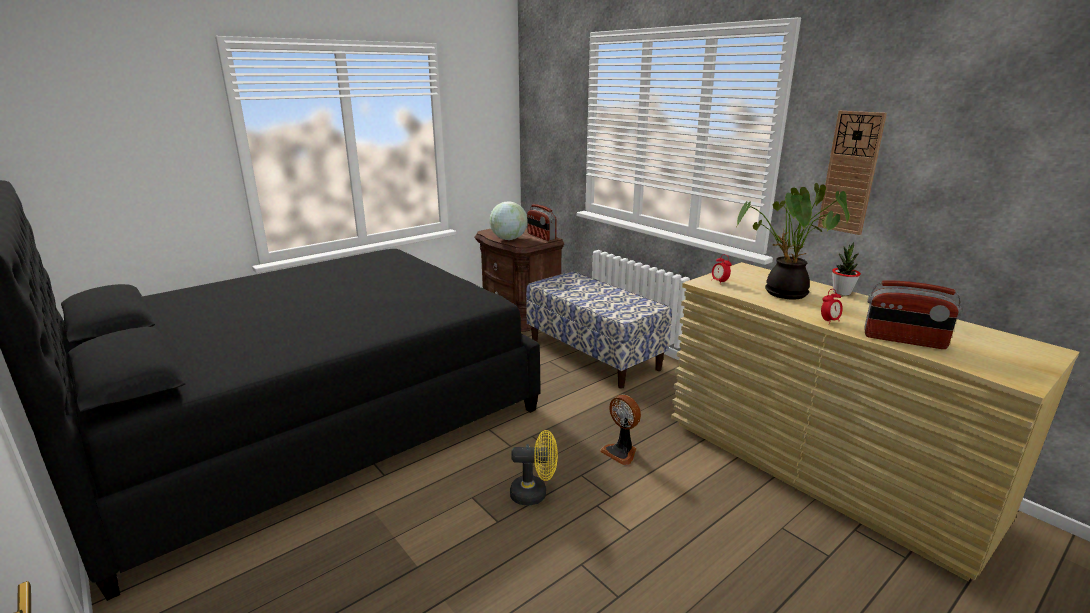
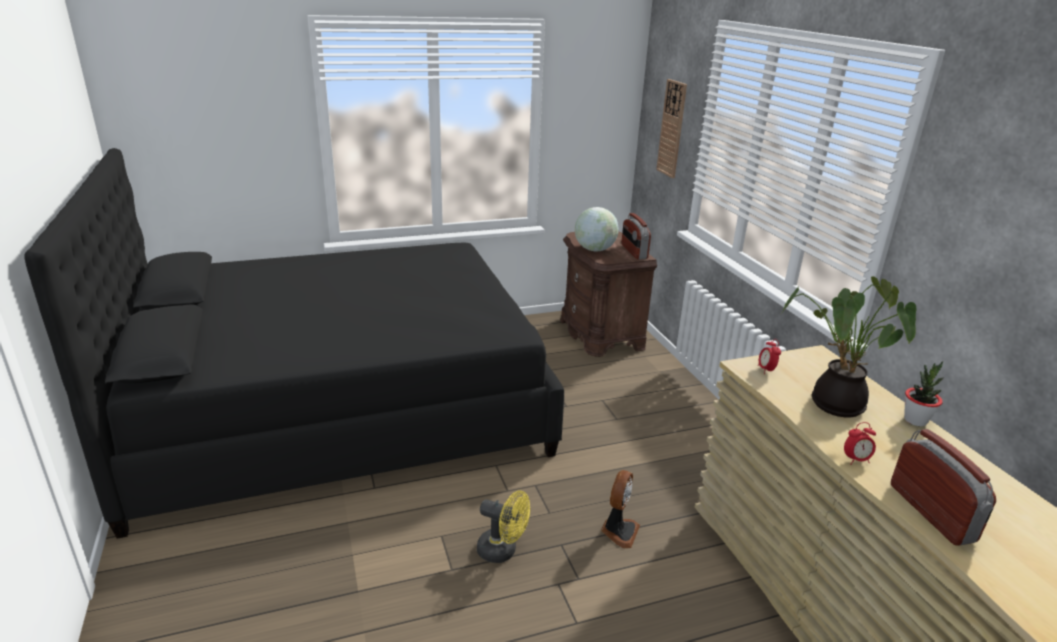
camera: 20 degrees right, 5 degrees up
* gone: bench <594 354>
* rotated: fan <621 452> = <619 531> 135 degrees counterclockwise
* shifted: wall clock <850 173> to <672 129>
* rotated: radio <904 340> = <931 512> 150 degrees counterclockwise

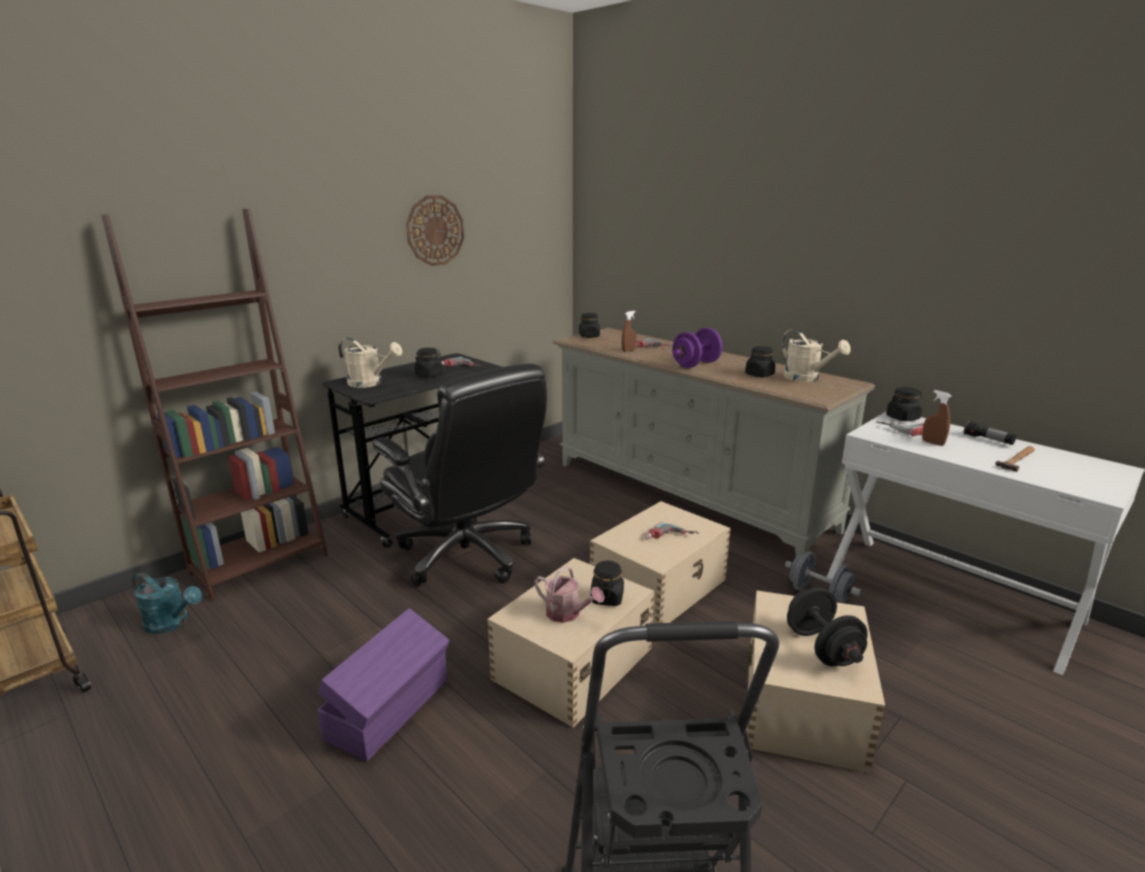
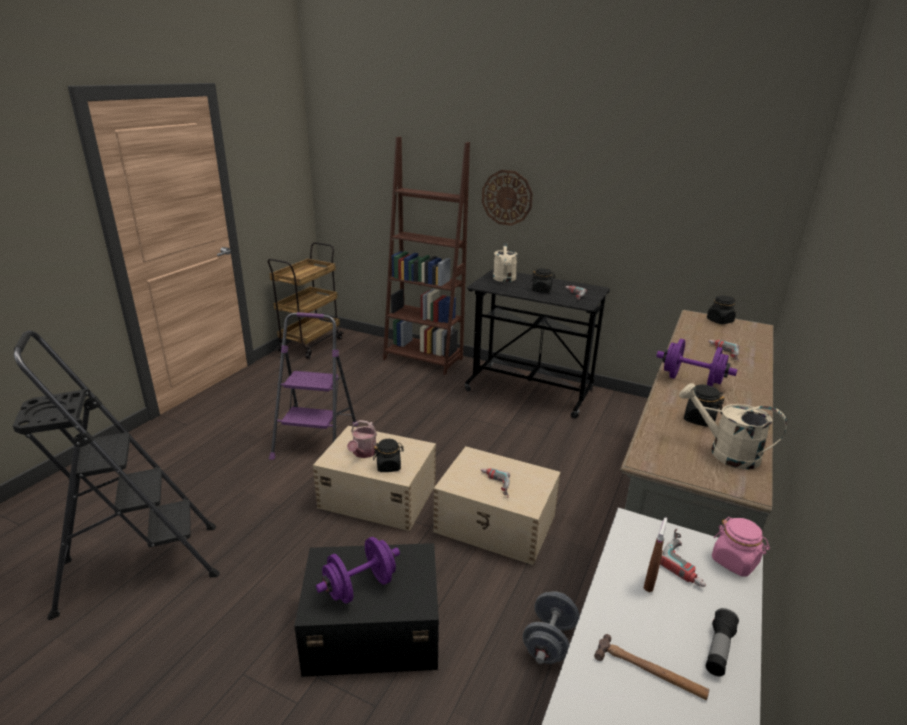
camera: 70 degrees right, 5 degrees up
* gone: turquoise watering can <172 624>
* swapped: purple storage box <391 708> to purple step ladder <317 438>
* gone: black office chair <468 559>
* shifted: wall clock <435 230> to <507 197>
* gone: brown spray bottle <628 350>
* repainted: beige storage box <802 704> to black storage box <371 629>
* rotated: beige watering can <807 378> = <725 452> 90 degrees clockwise
* repainted: black dumbbell <822 648> to purple dumbbell <360 586>
* repainted: black jar <902 418> to pink jar <735 561>

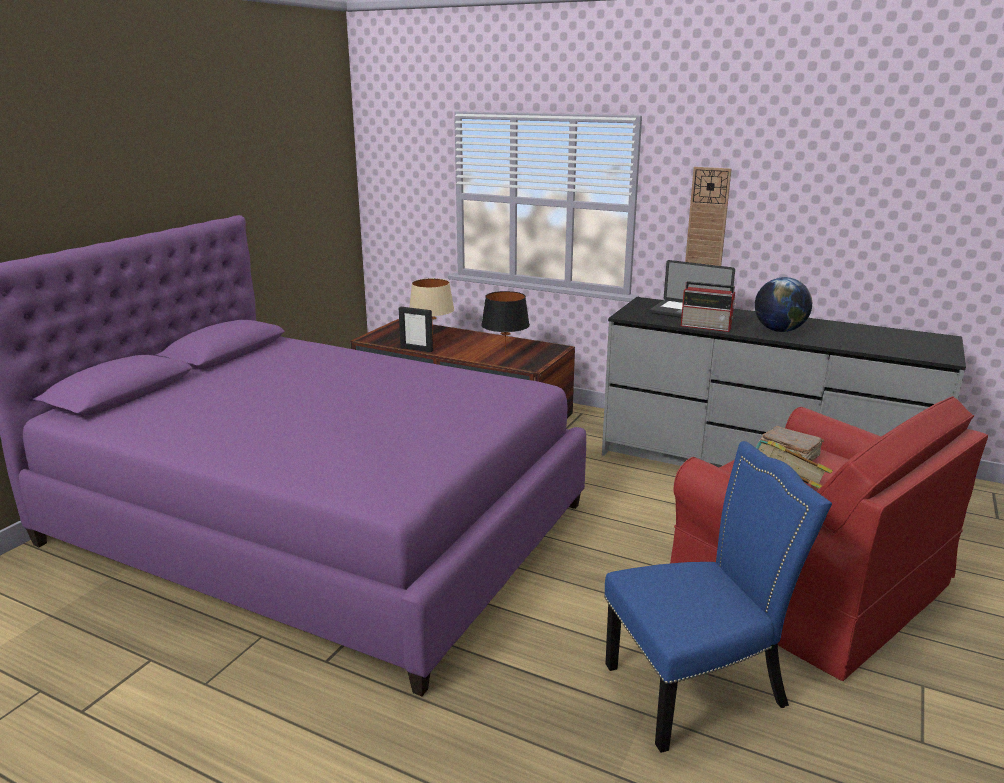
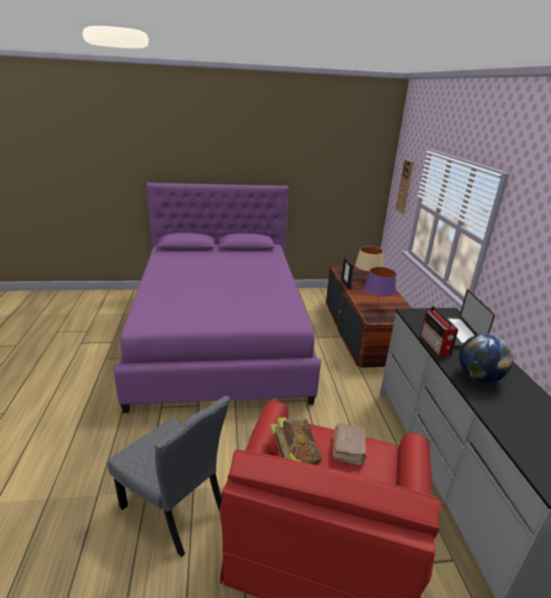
camera: 55 degrees right, 5 degrees up
* repainted: black table lamp <505 355> to purple table lamp <376 307>
* repainted: blue chair <693 690> to grey chair <174 506>
* shifted: wall clock <707 217> to <404 186>

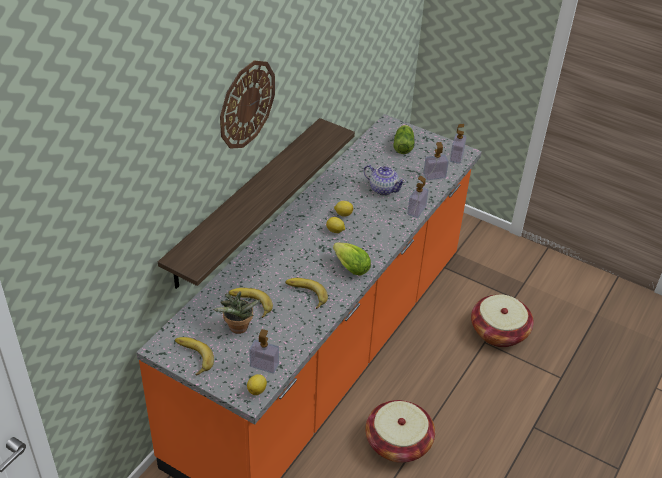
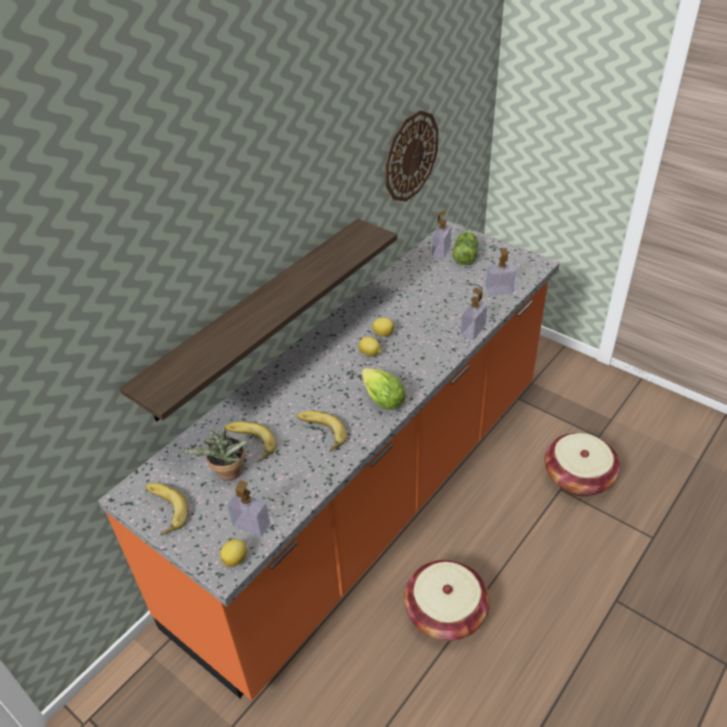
camera: 10 degrees right, 0 degrees up
* shifted: wall clock <246 104> to <410 156>
* gone: teapot <383 189>
* shifted: soap dispenser <456 157> to <441 251>

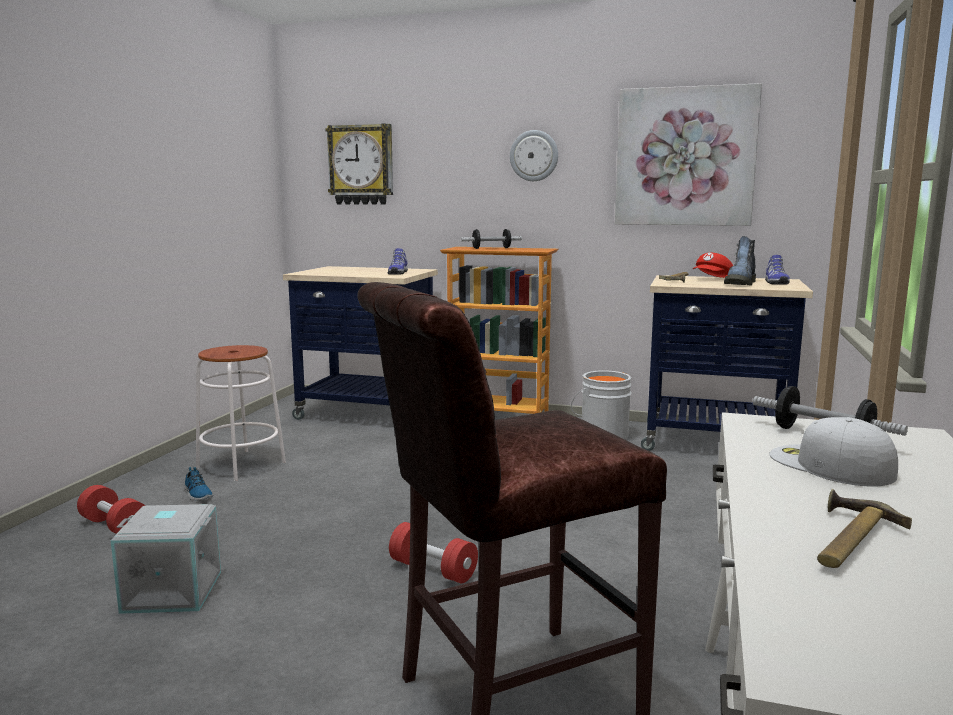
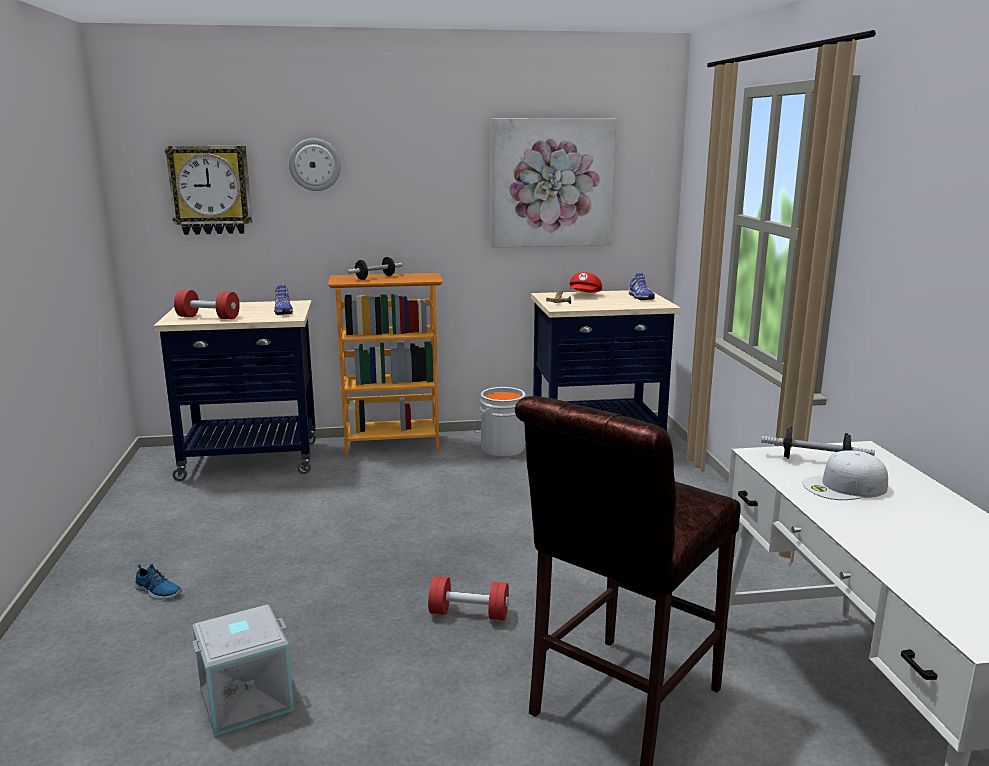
camera: 25 degrees left, 5 degrees up
* shifted: red dumbbell <114 526> to <208 317>
* gone: white stool <241 465>
* shifted: wall clock <534 156> to <315 164>
* gone: boot <740 284>
* rotated: white cap <829 464> = <845 487> 45 degrees counterclockwise
* gone: hammer <845 540>

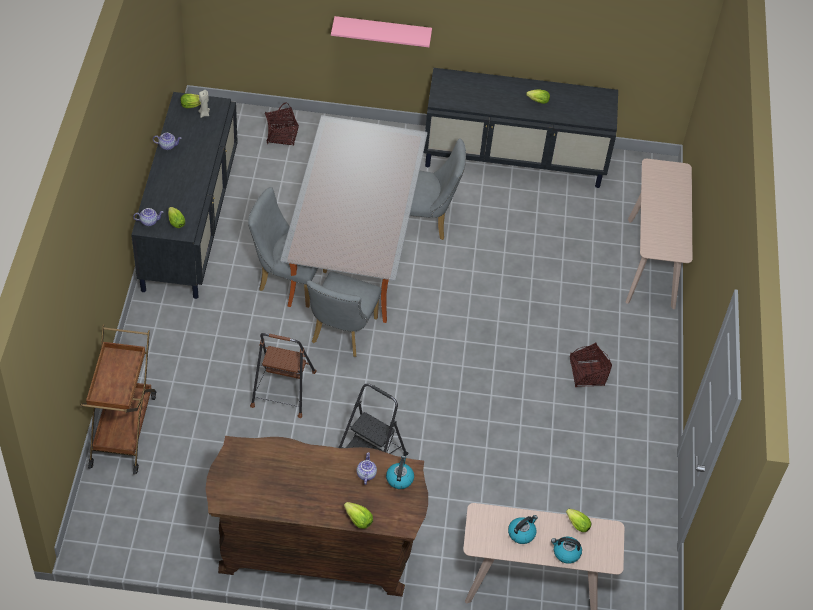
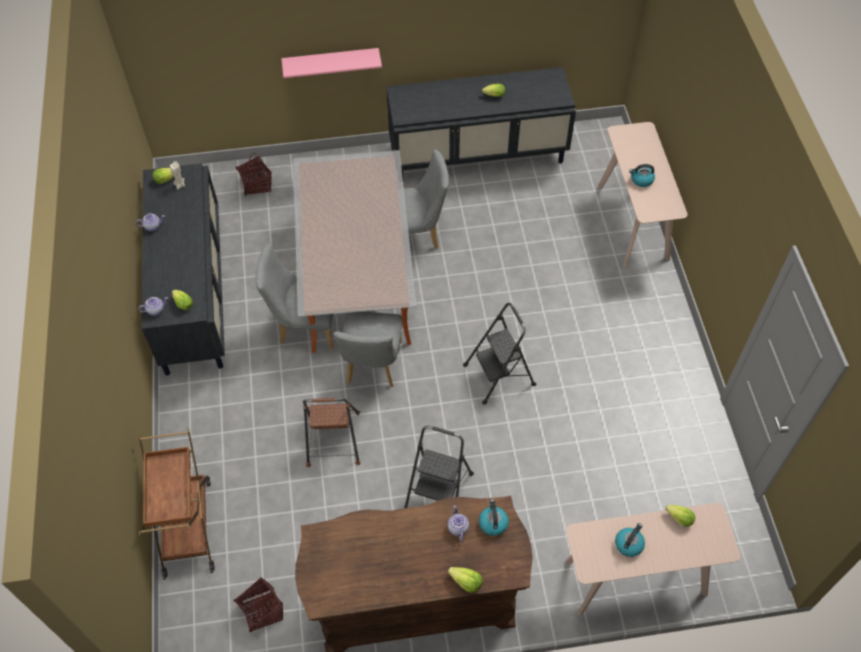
camera: 10 degrees left, 5 degrees up
* shifted: kettle <566 553> to <641 180>
* shifted: basket <587 374> to <261 610>
* new: black step ladder <501 374>

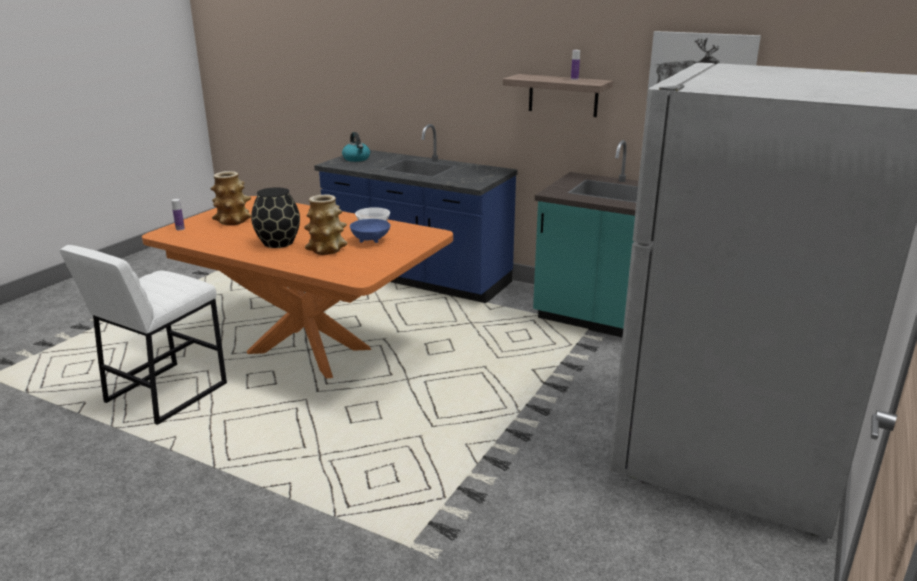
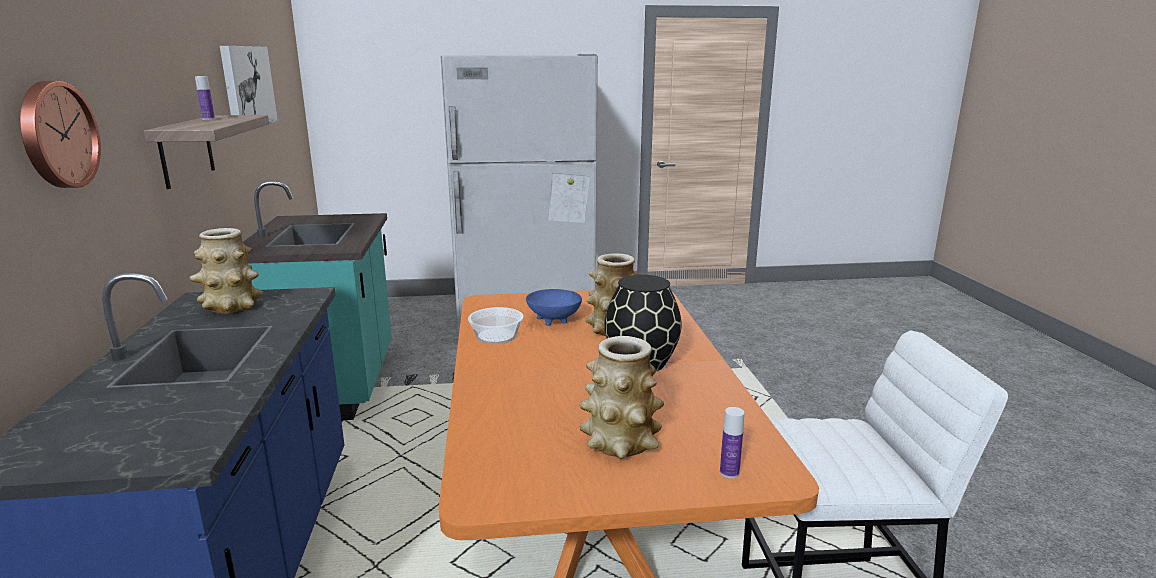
camera: 125 degrees left, 5 degrees down
* gone: kettle <356 159>
* new: wall clock <56 135>
* new: vase <231 307>

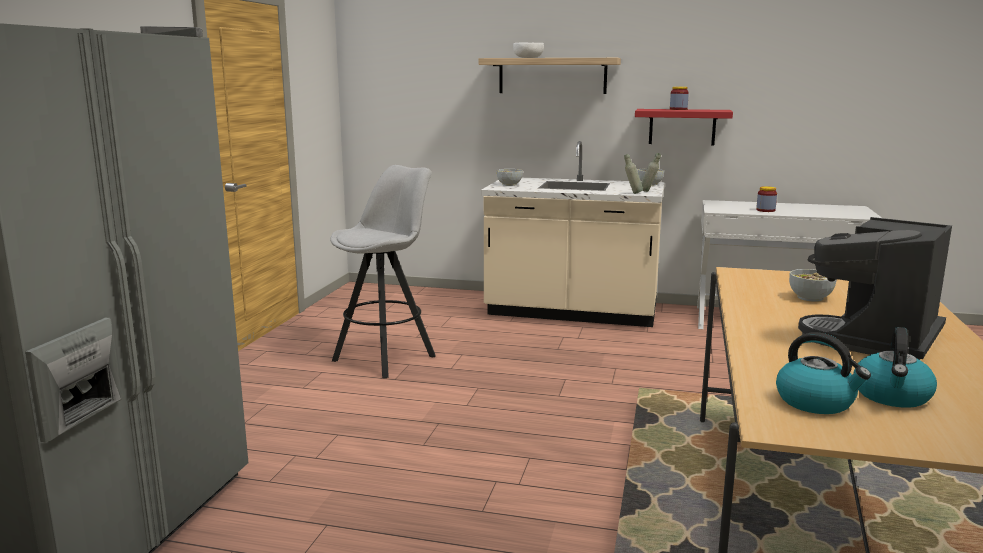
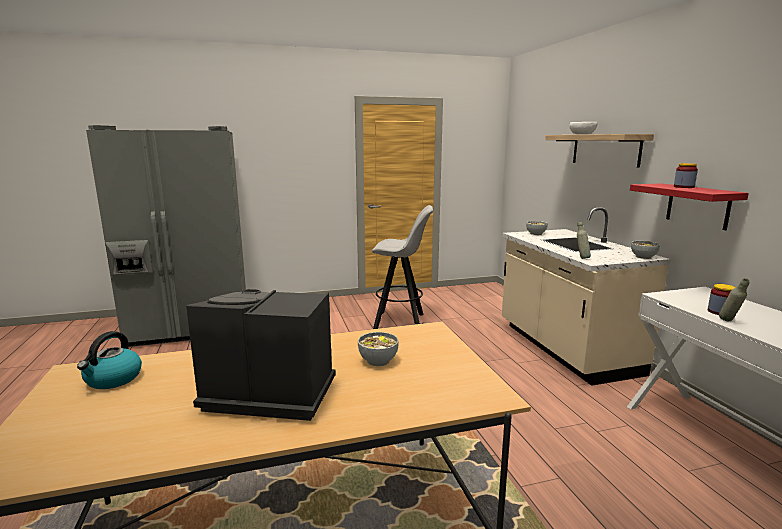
camera: 60 degrees right, 0 degrees up
* shifted: grey bottle <649 191> to <729 322>
* gone: kettle <892 396>

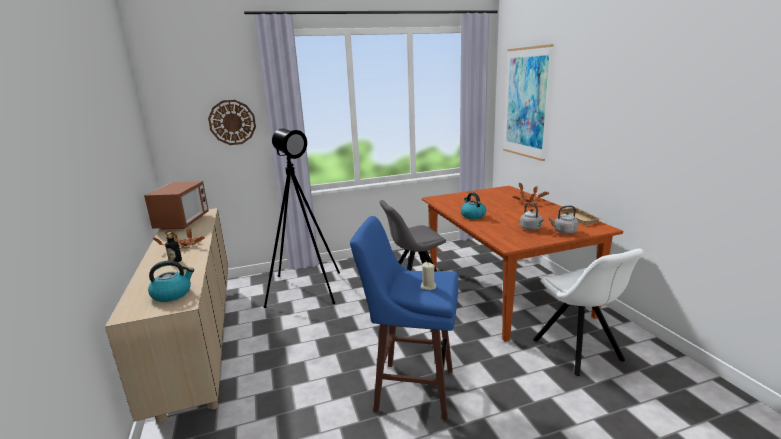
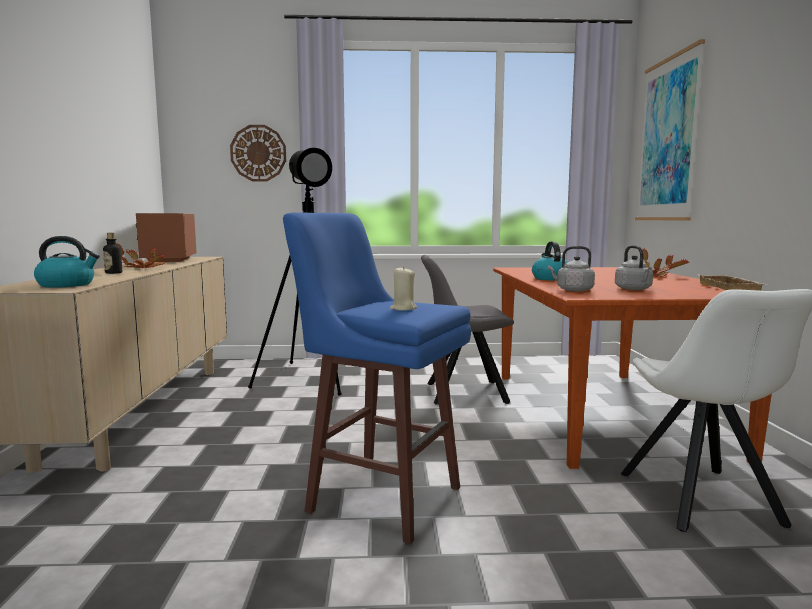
camera: 15 degrees right, 10 degrees down
* rotated: microwave <183 222> = <169 260> 150 degrees clockwise
* shifted: grey kettle <564 232> to <572 290>

